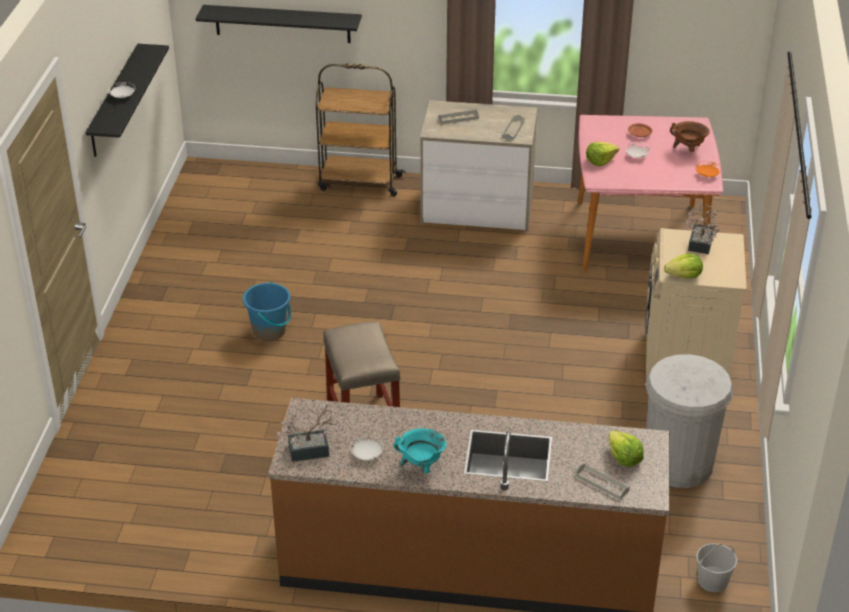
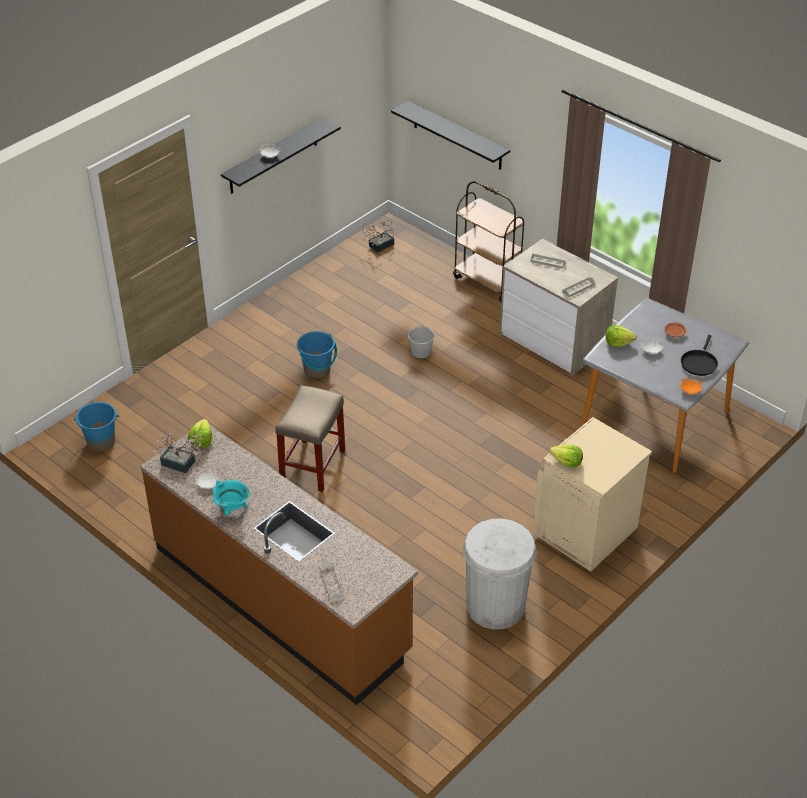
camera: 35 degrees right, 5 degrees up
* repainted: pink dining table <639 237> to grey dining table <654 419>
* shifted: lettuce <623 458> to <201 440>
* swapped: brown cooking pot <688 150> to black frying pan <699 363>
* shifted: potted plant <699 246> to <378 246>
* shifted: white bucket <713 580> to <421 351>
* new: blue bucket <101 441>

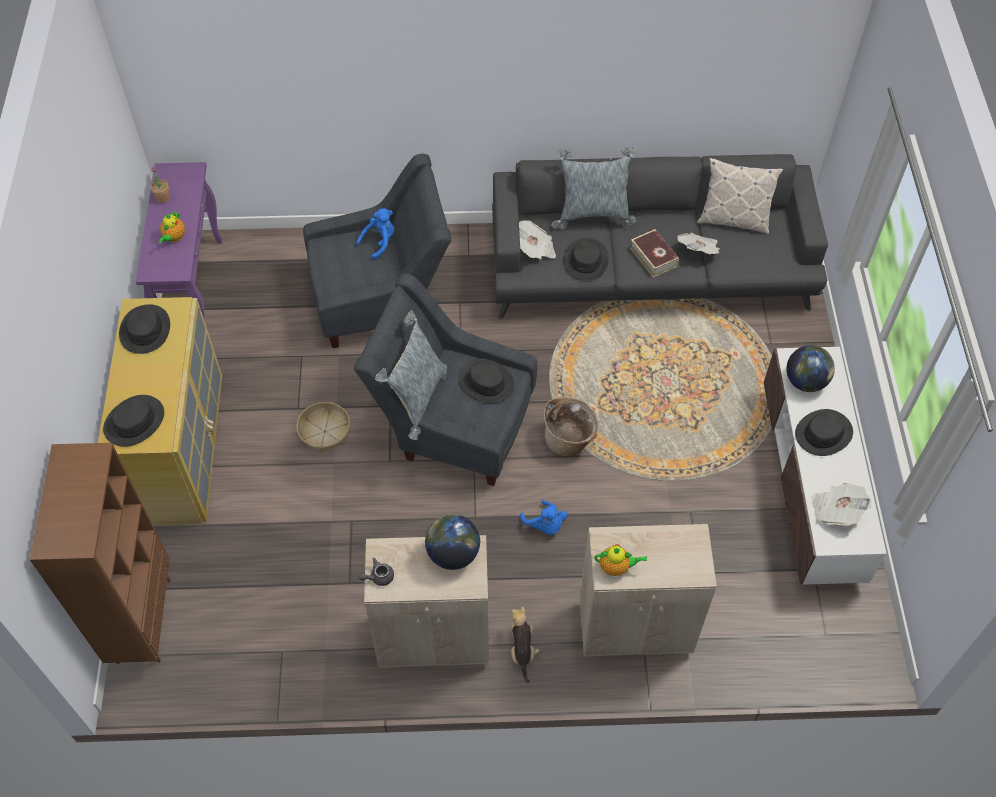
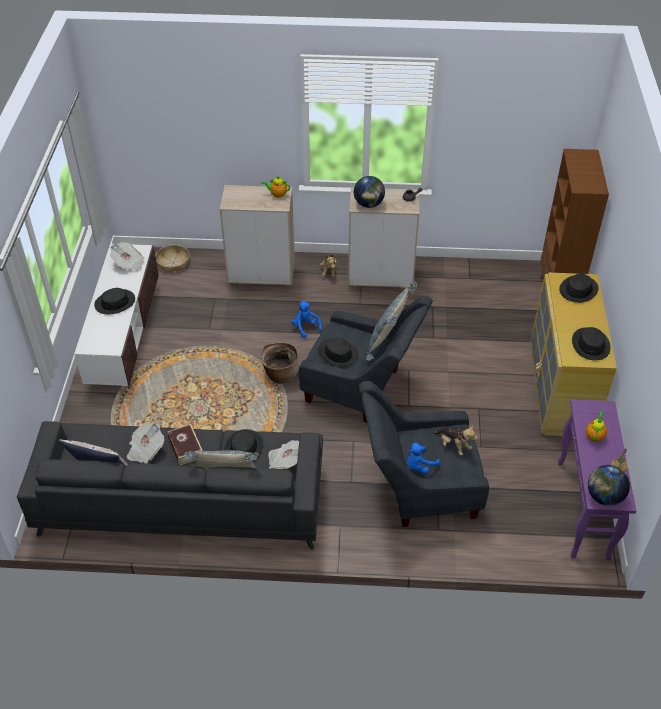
camera: 175 degrees left, 10 degrees down
* shifted: basket <325 431> to <173 262>
* shifted: globe <805 382> to <604 497>
* new: plush toy <453 445>

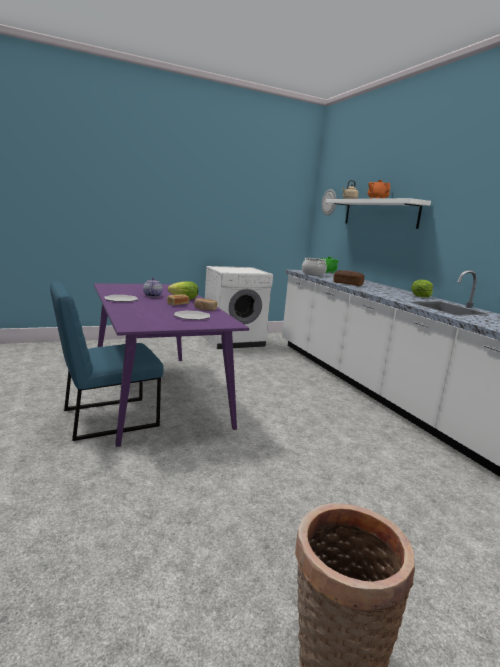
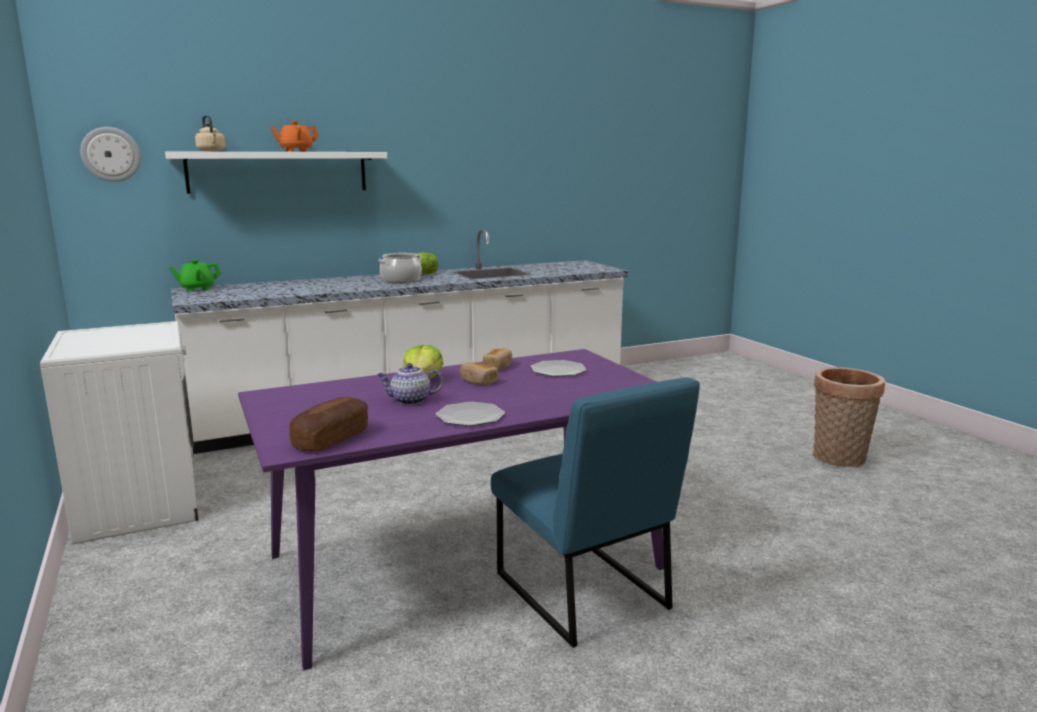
camera: 90 degrees left, 0 degrees up
* shifted: cooking pot <313 274> to <401 280>
* shifted: bread <348 284> to <331 439>

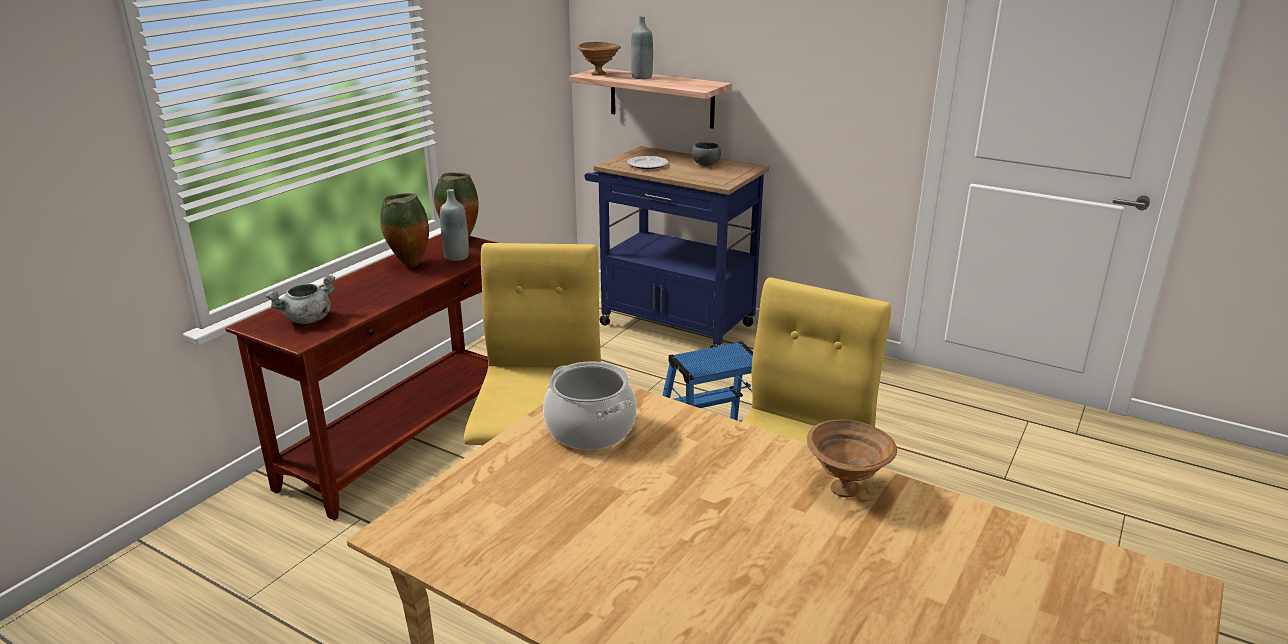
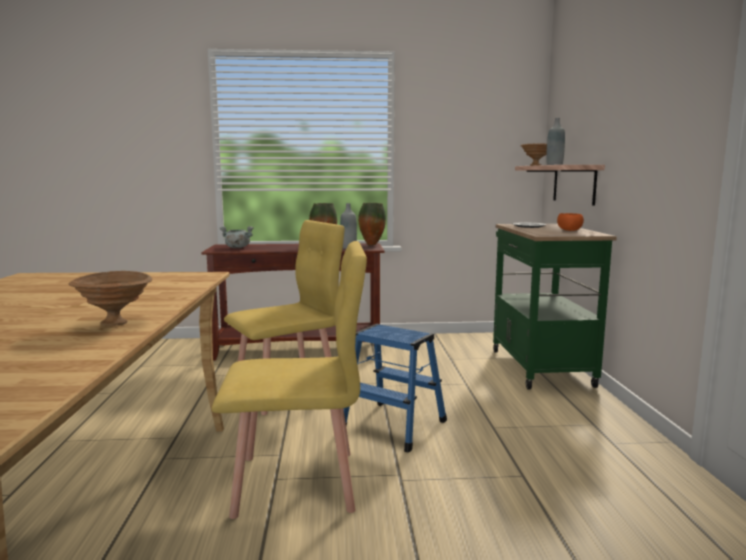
camera: 55 degrees right, 15 degrees down
* gone: cooking pot <589 429>
* repainted: blue cart <672 324> to green cart <539 366>
* repainted: grey bowl <705 164> to orange bowl <569 230>

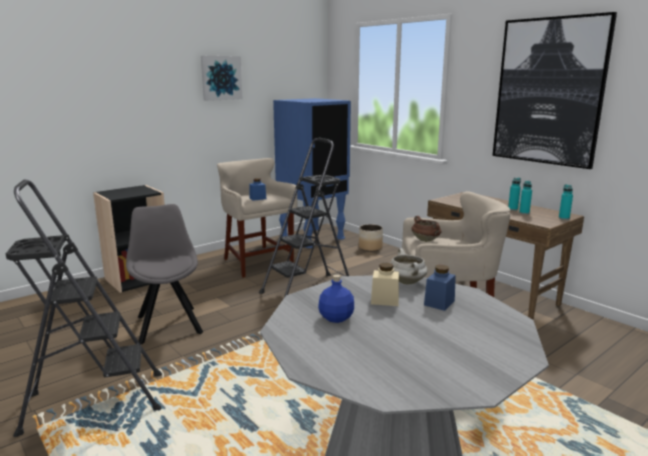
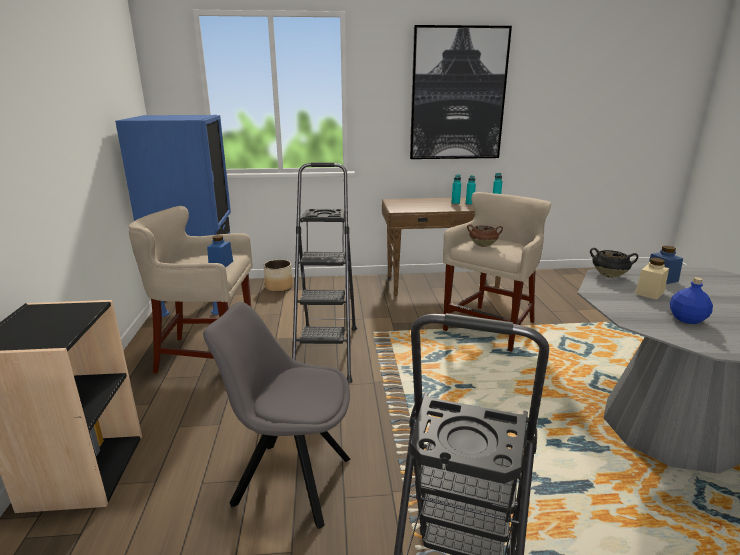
camera: 55 degrees left, 5 degrees up
* gone: picture <221 78>
* repainted: white cooking pot <407 282> to black cooking pot <609 275>

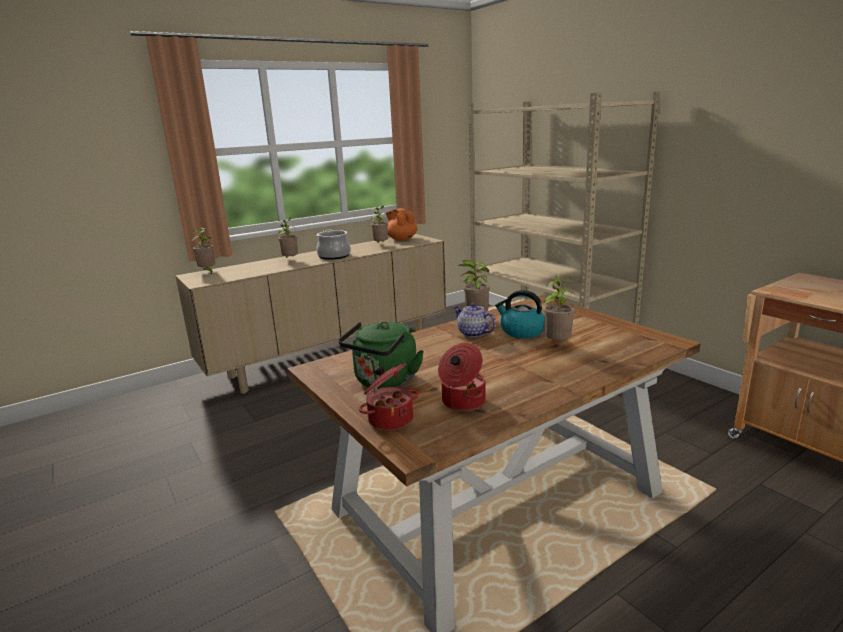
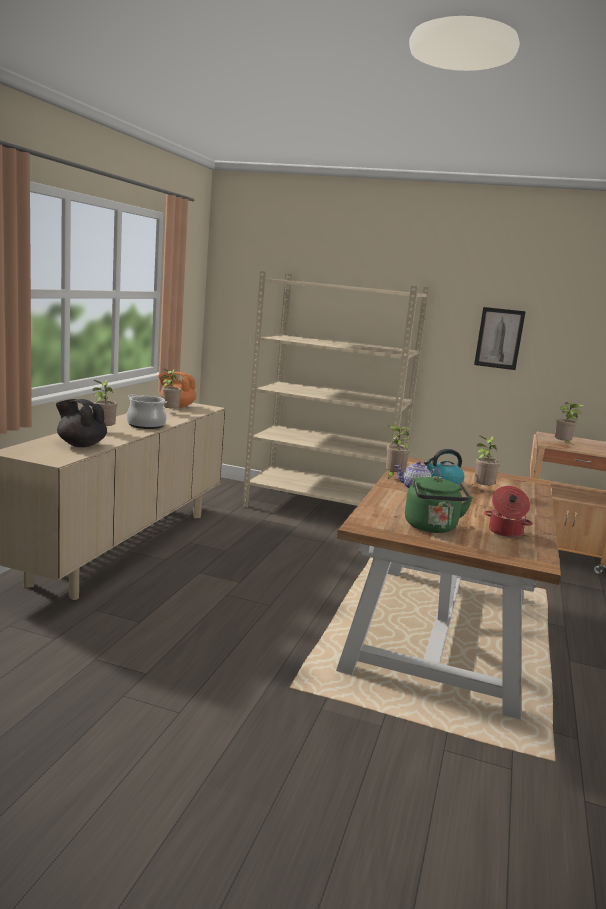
camera: 40 degrees left, 5 degrees down
* shifted: potted plant <207 272> to <563 445>
* gone: cooking pot <390 419>
* new: black teapot <81 445>
* new: picture <499 338>

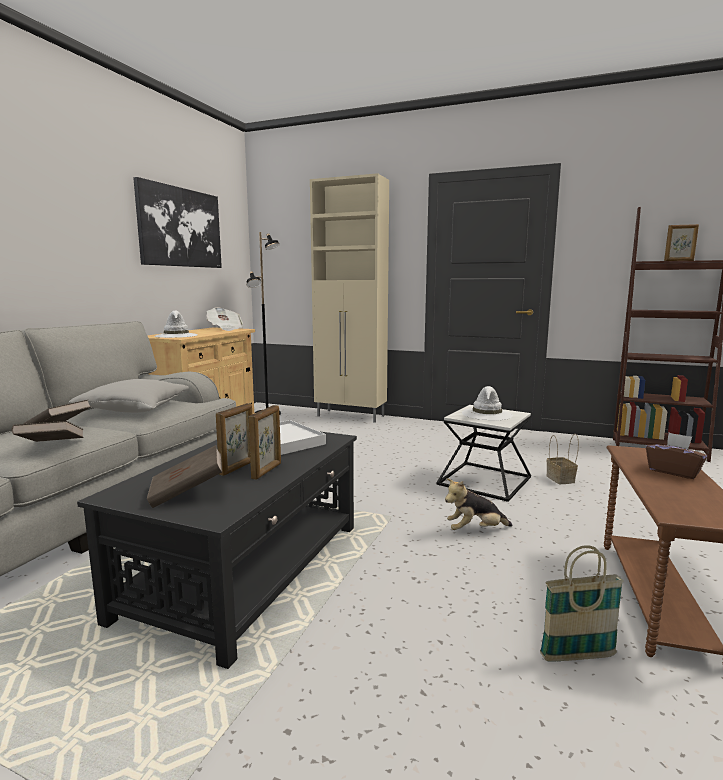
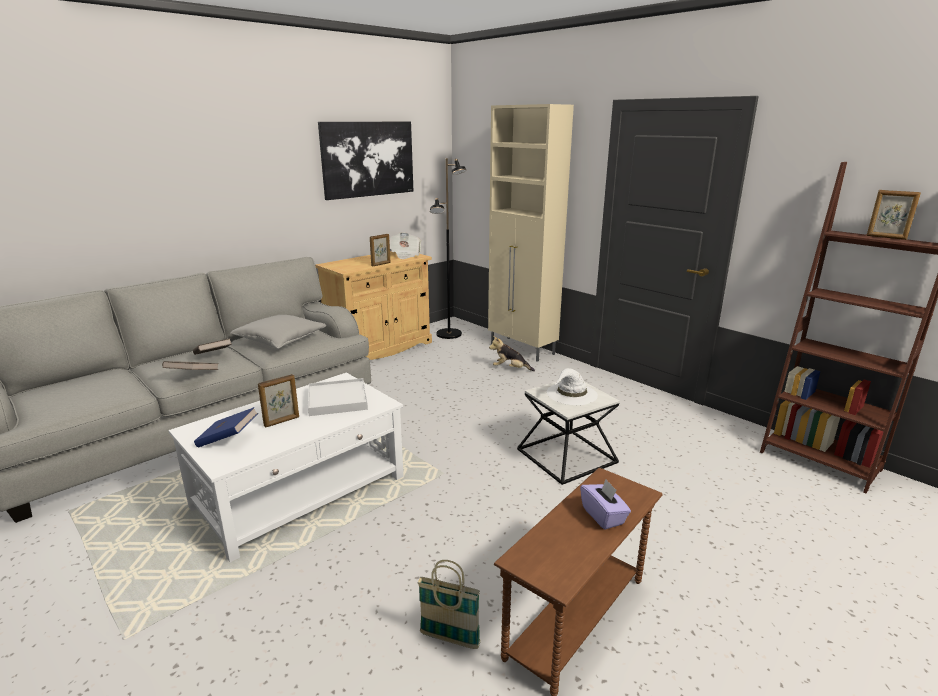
camera: 25 degrees right, 10 degrees up
* repainted: black coffee table <248 569> to white coffee table <301 492>
* repainted: brown book <187 493> to blue book <228 439>
* gone: white hat <176 335>
* shifted: picture frame <267 471> to <381 264>
* shifted: plush toy <475 530> to <510 369>
* gone: basket <561 479>
* repainted: brown tissue box <673 471> to purple tissue box <603 516>

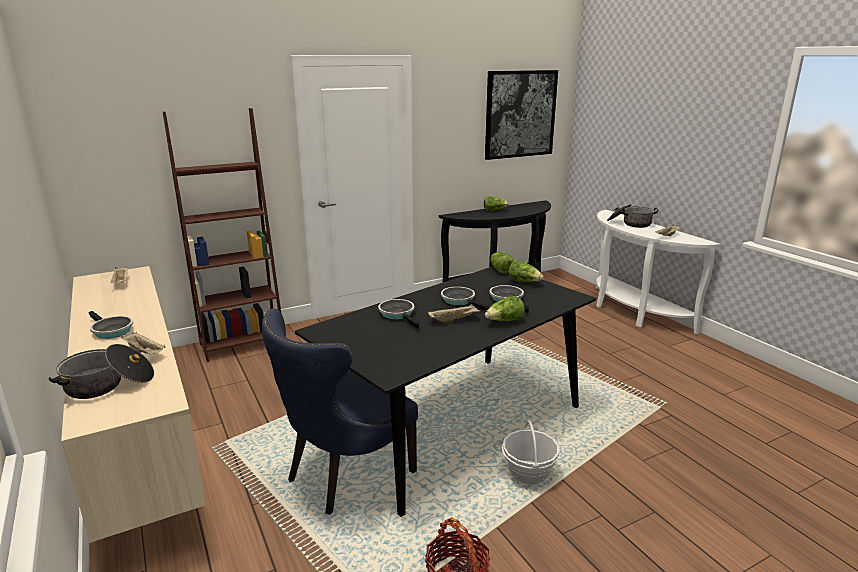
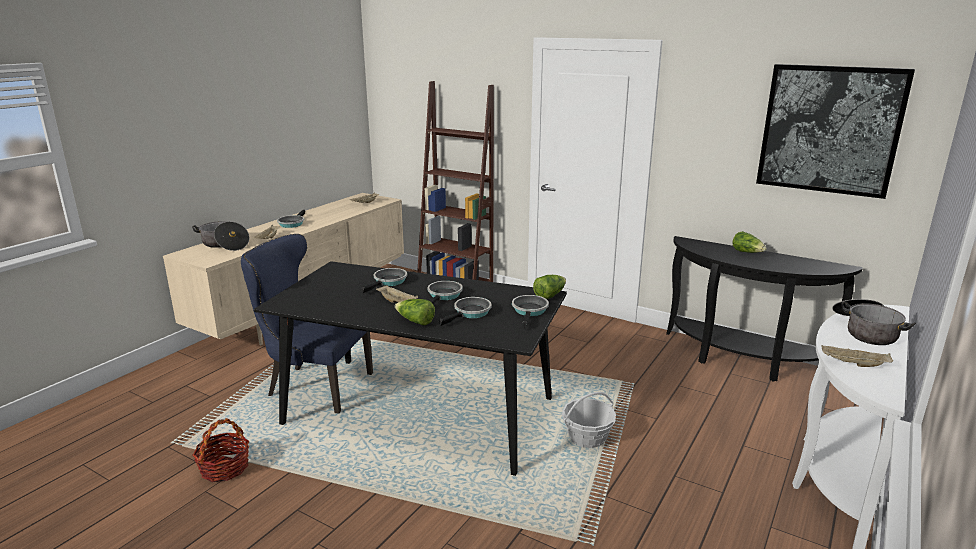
camera: 60 degrees right, 0 degrees up
* shifted: basket <528 472> to <587 438>
* swapped: lettuce <524 282> to frying pan <530 311>

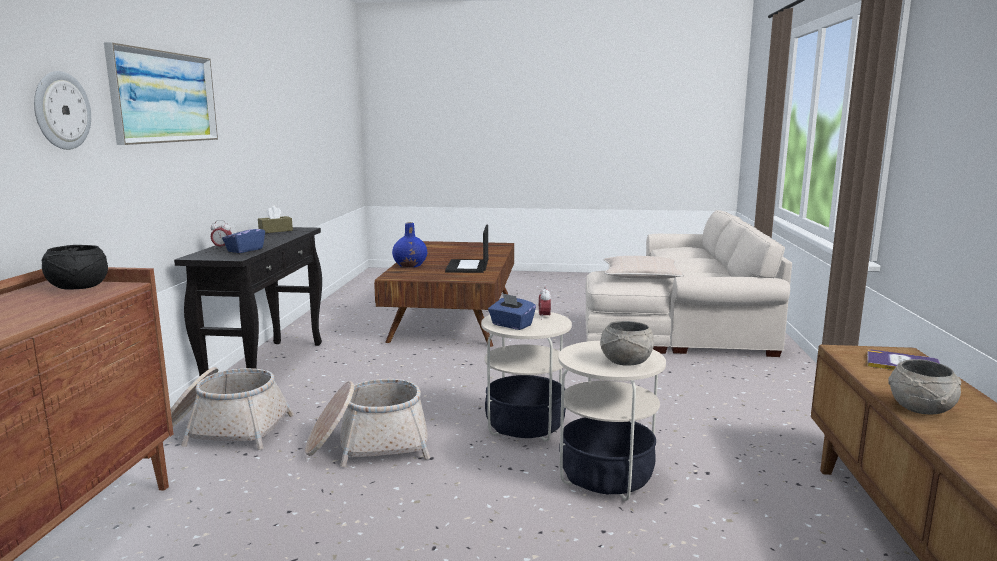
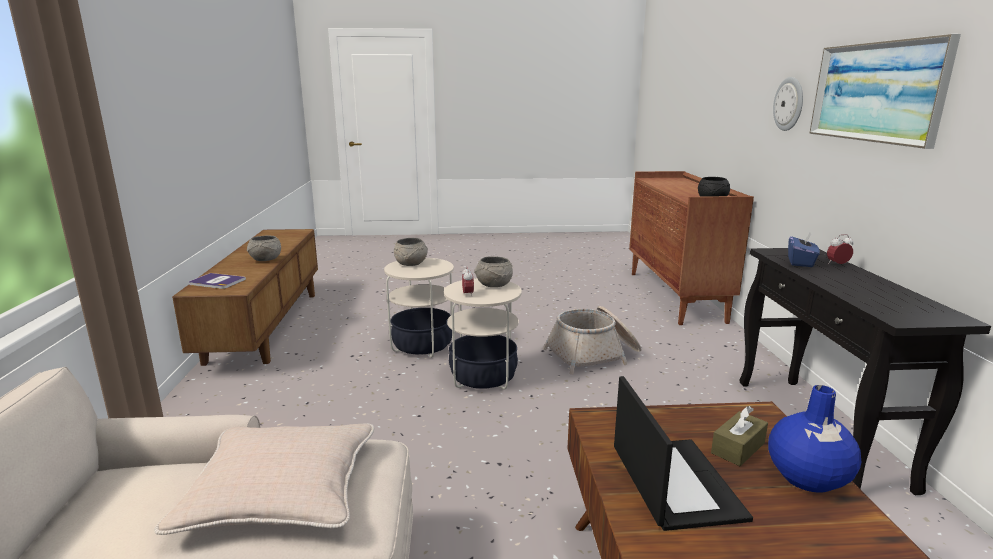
camera: 170 degrees right, 5 degrees up
* gone: basket <226 429>
* shifted: brown tissue box <275 231> to <738 448>
* swapped: blue tissue box <511 325> to grey bowl <493 285>

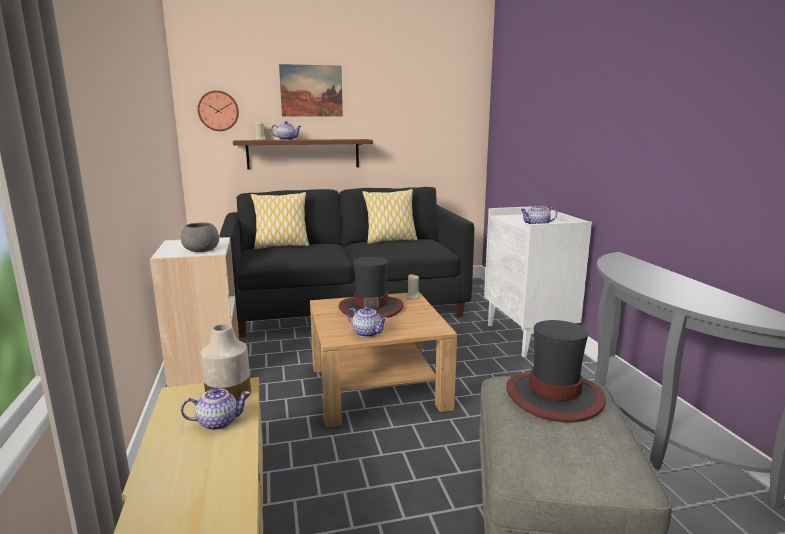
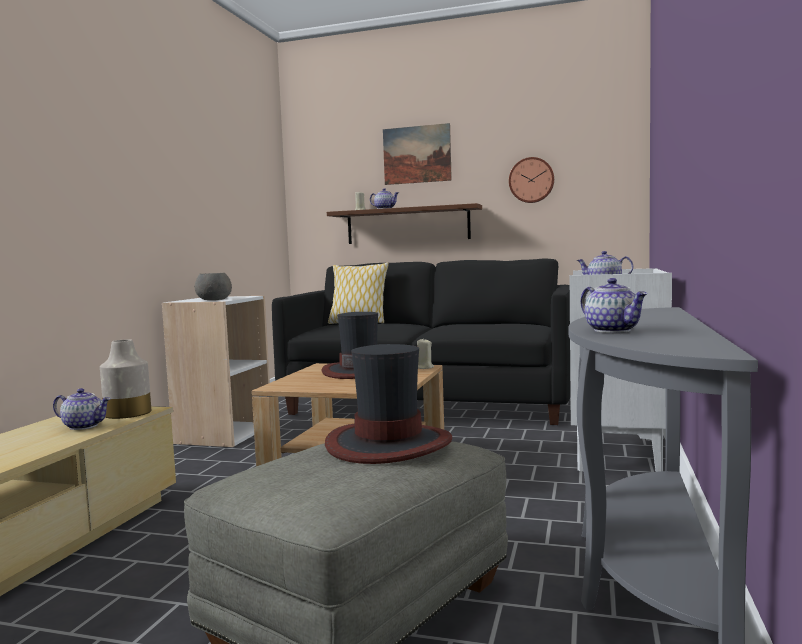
camera: 30 degrees right, 10 degrees down
* shifted: wall clock <218 111> to <531 180>
* shifted: teapot <368 333> to <613 330>
* gone: pillow <390 241>

